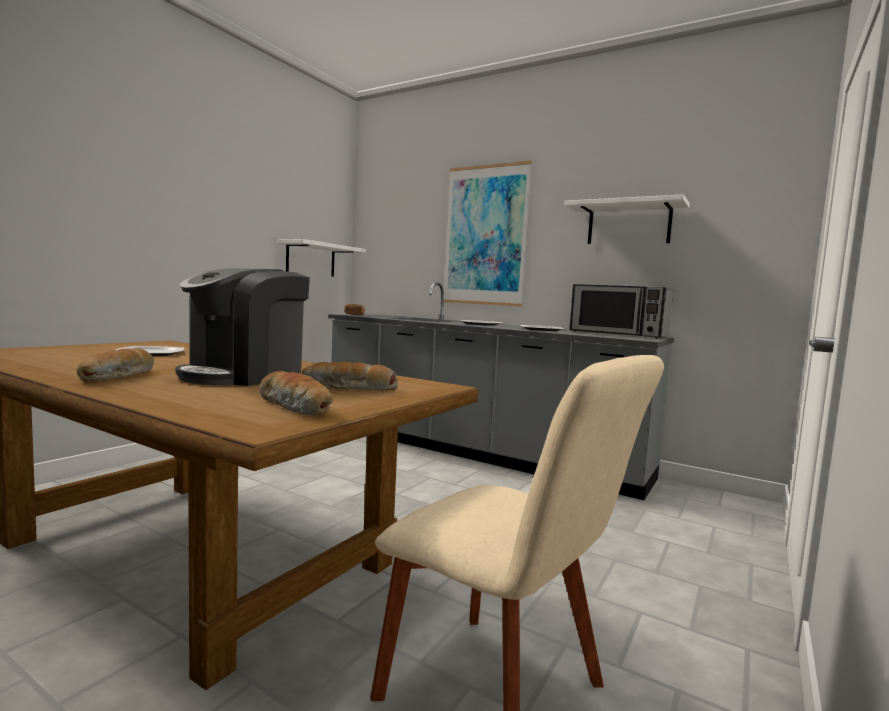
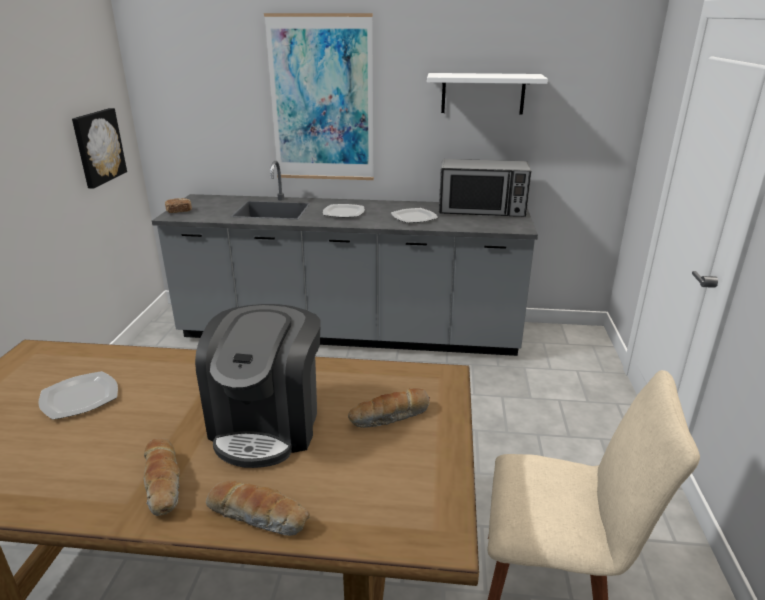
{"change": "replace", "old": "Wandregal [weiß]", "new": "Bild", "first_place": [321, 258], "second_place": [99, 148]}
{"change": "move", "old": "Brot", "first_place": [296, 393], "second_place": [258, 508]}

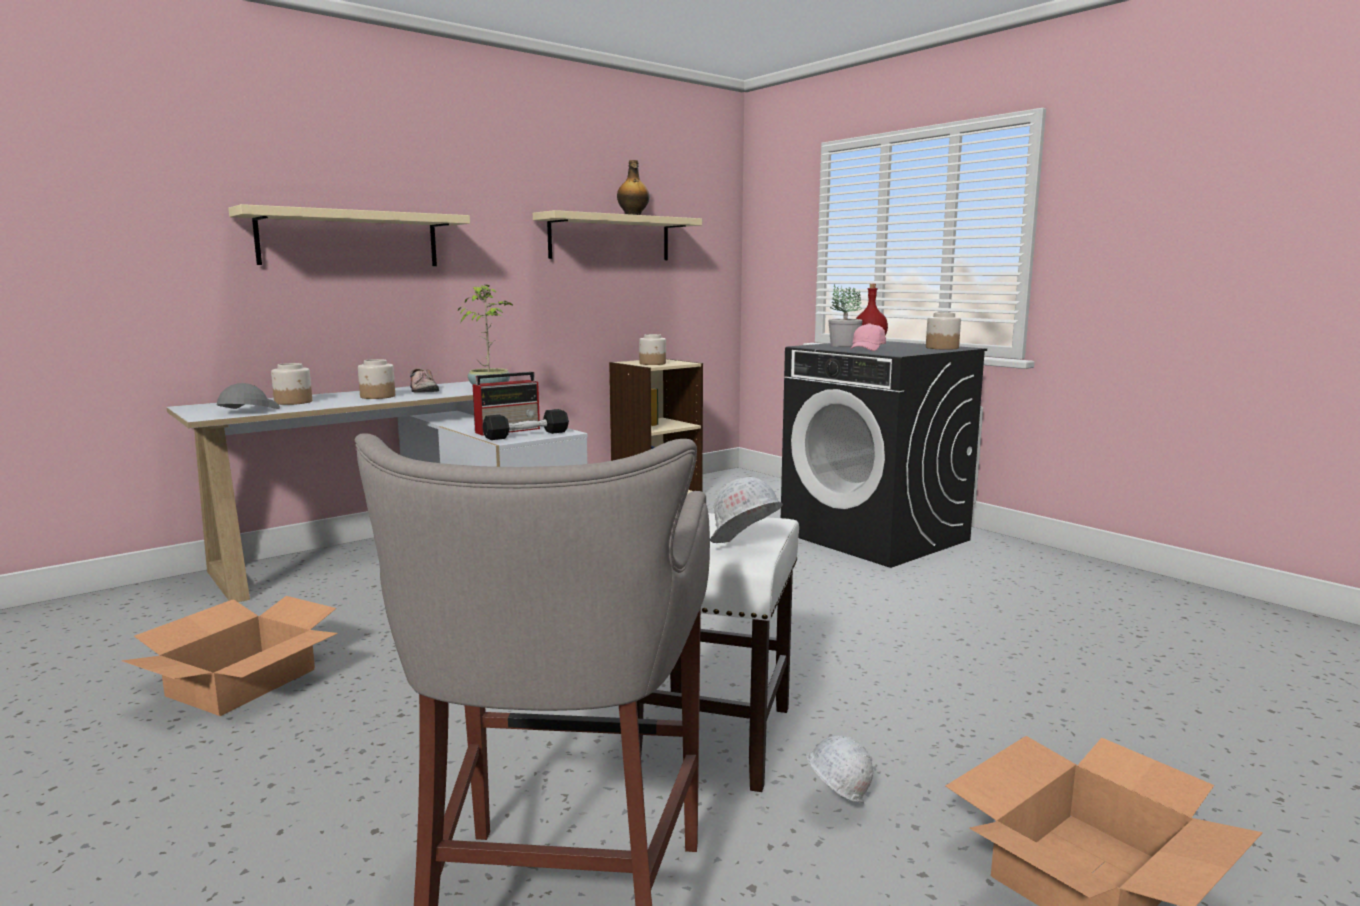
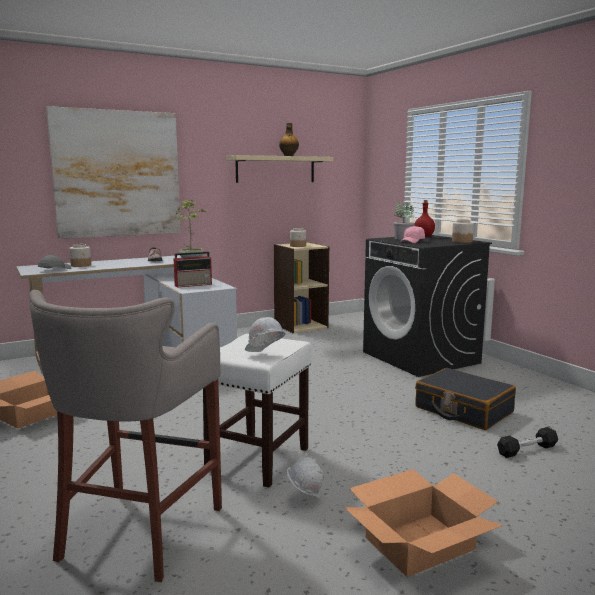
{"change": "replace", "old": "Wandregal [beige]", "new": "Bild", "first_place": [349, 235], "second_place": [113, 172]}
{"change": "delete", "old": "Vorratsglas", "first_place": [376, 379]}
{"change": "move", "old": "Hantel [schwarz]", "first_place": [525, 424], "second_place": [527, 442]}
{"change": "insert", "new": "Koffer [schwarz]", "second_place": [465, 399]}

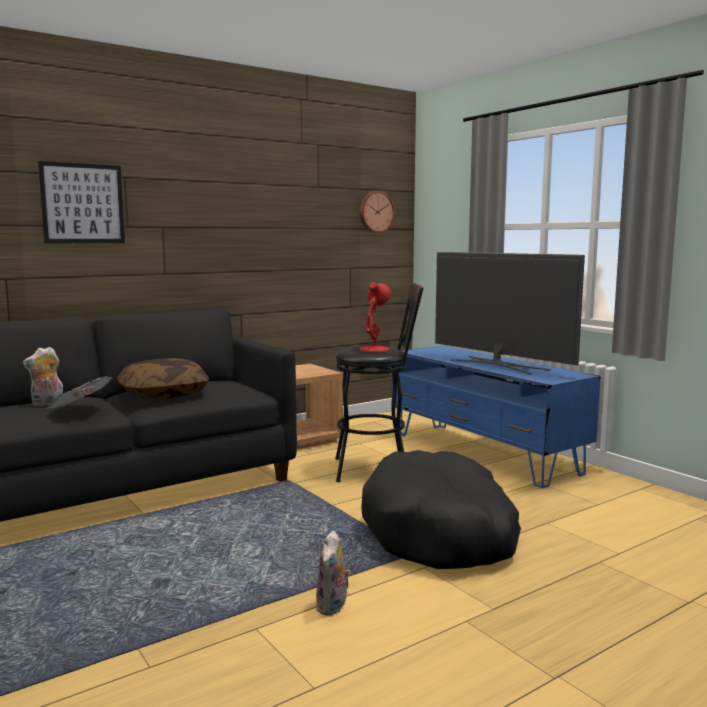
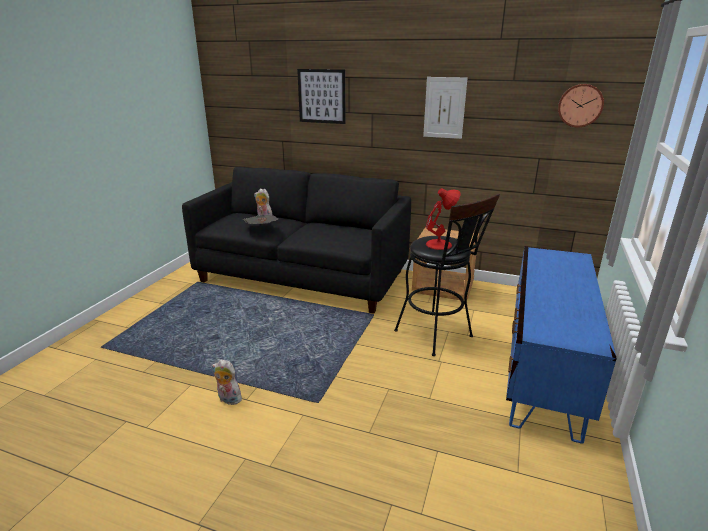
{"change": "delete", "old": "Fernseher", "first_place": [510, 313]}
{"change": "delete", "old": "Kissen", "first_place": [163, 378]}
{"change": "delete", "old": "Hundebett [schwarz]", "first_place": [441, 509]}
{"change": "rotate", "old": "Plüschtier", "first_place": [333, 573], "second_place": [227, 382], "degrees": 45}
{"change": "insert", "new": "Bild", "second_place": [445, 108]}

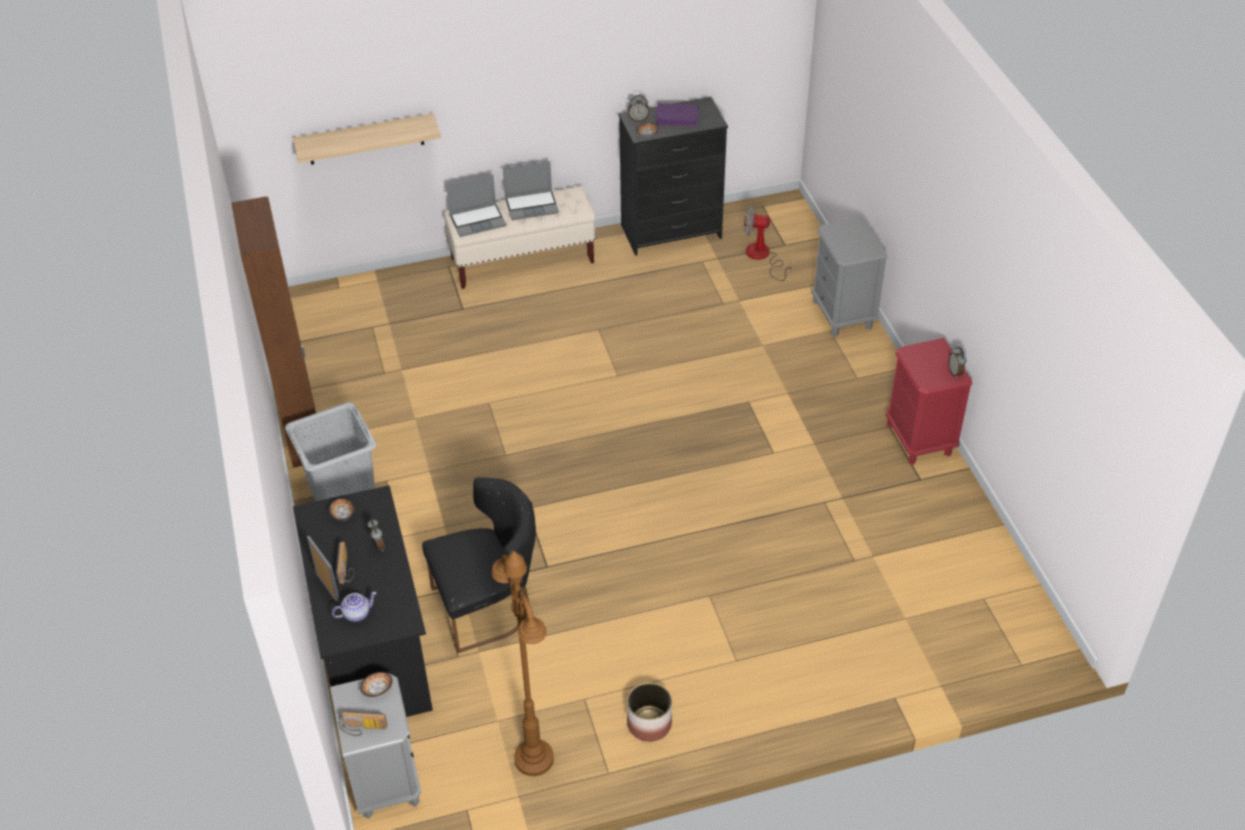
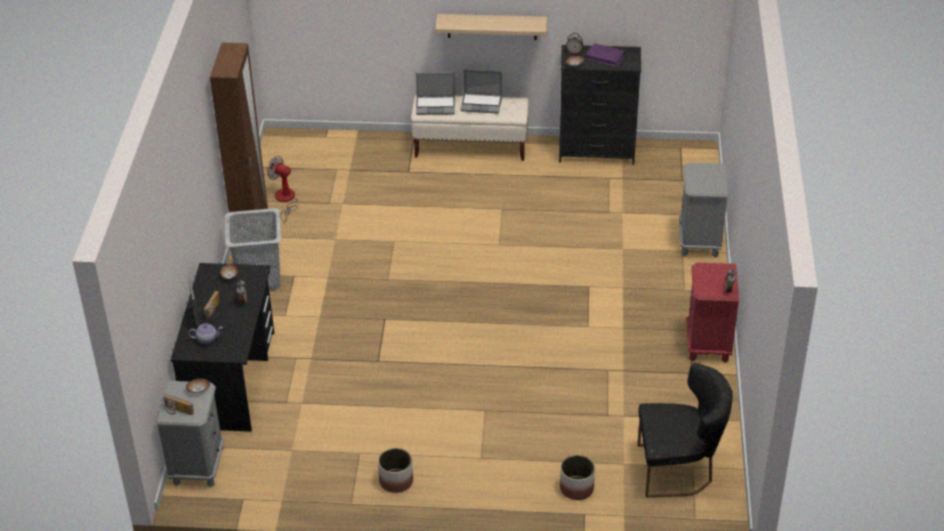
{"change": "move", "old": "Wandregal", "first_place": [367, 139], "second_place": [491, 27]}
{"change": "move", "old": "Ventilator", "first_place": [768, 243], "second_place": [282, 189]}
{"change": "move", "old": "Stuhl [schwarz]", "first_place": [479, 565], "second_place": [685, 430]}
{"change": "delete", "old": "Stehlampe [braun]", "first_place": [523, 663]}
{"change": "insert", "new": "Pflanzkübel", "second_place": [577, 477]}

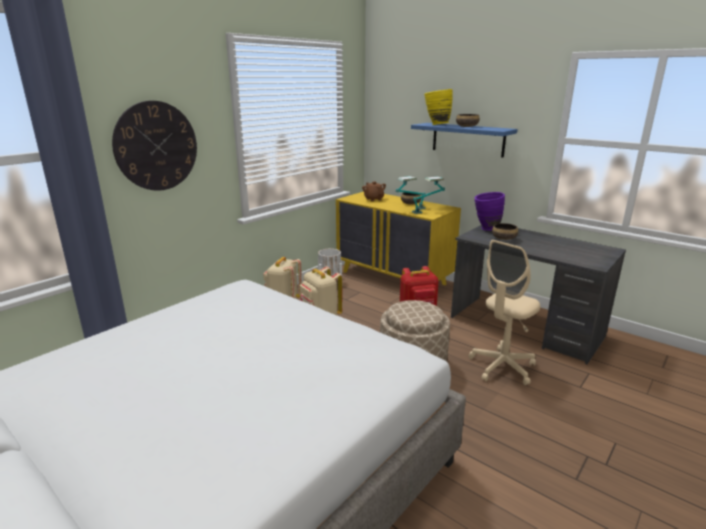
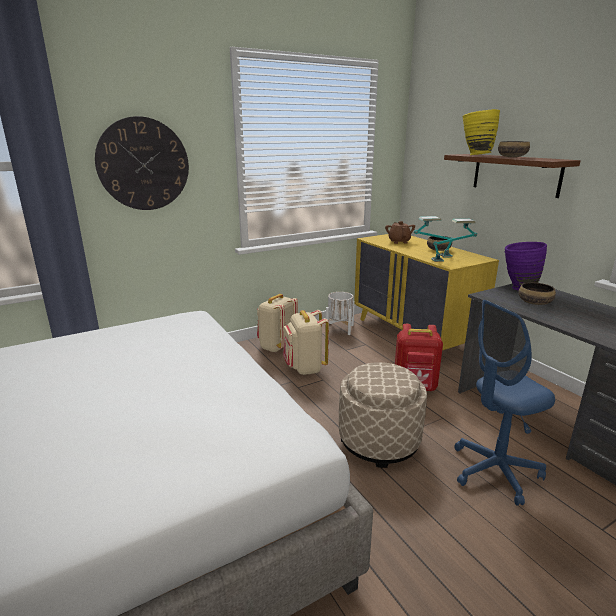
{"change": "recolor", "old": "Wandregal [blau]", "new": "Wandregal [braun]", "first_place": [464, 140], "second_place": [512, 176]}
{"change": "recolor", "old": "Bürostuhl [beige]", "new": "Bürostuhl [blau]", "first_place": [504, 312], "second_place": [504, 403]}

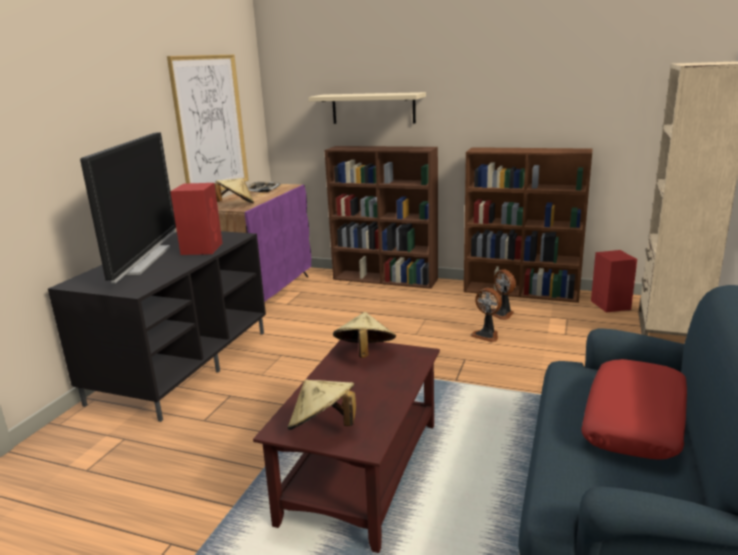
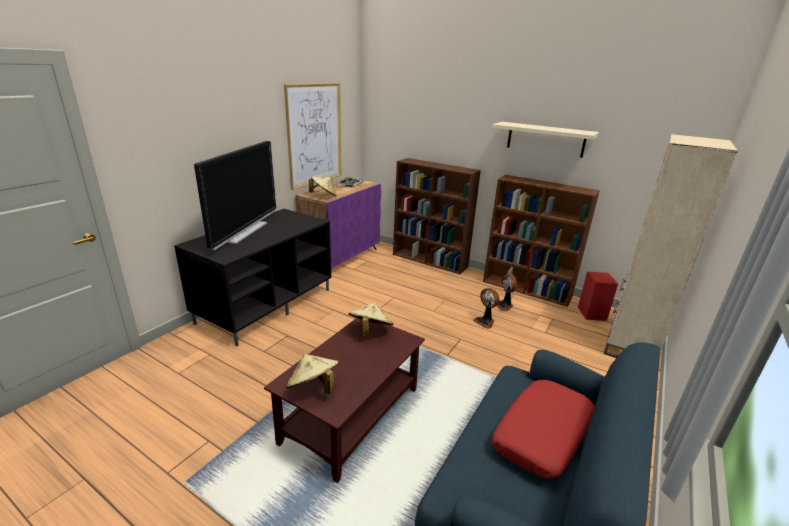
{"change": "move", "old": "Wandregal [beige]", "first_place": [367, 108], "second_place": [545, 140]}
{"change": "delete", "old": "Lautsprecher [rot]", "first_place": [196, 219]}

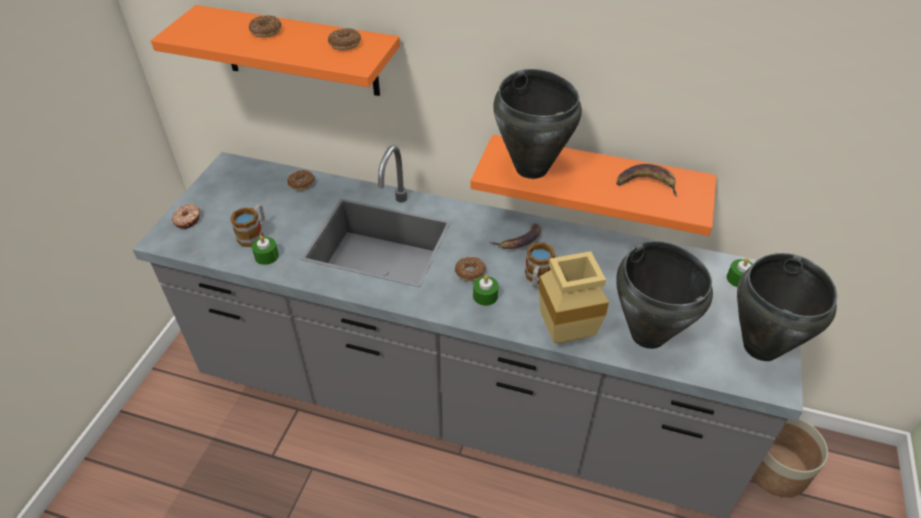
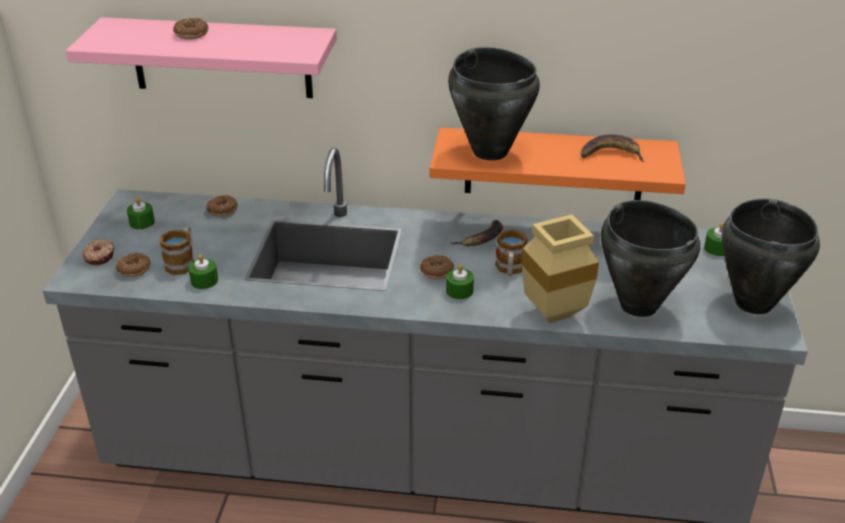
{"change": "recolor", "old": "Wandregal [orange]", "new": "Wandregal [rosa]", "first_place": [275, 50], "second_place": [201, 57]}
{"change": "move", "old": "Donut", "first_place": [344, 39], "second_place": [133, 265]}
{"change": "delete", "old": "Pflanzkübel", "first_place": [790, 457]}
{"change": "insert", "new": "Kerze [grün]", "second_place": [141, 213]}

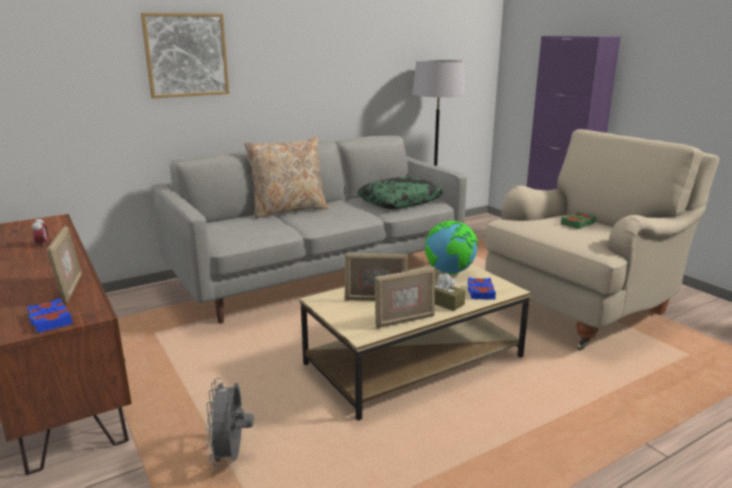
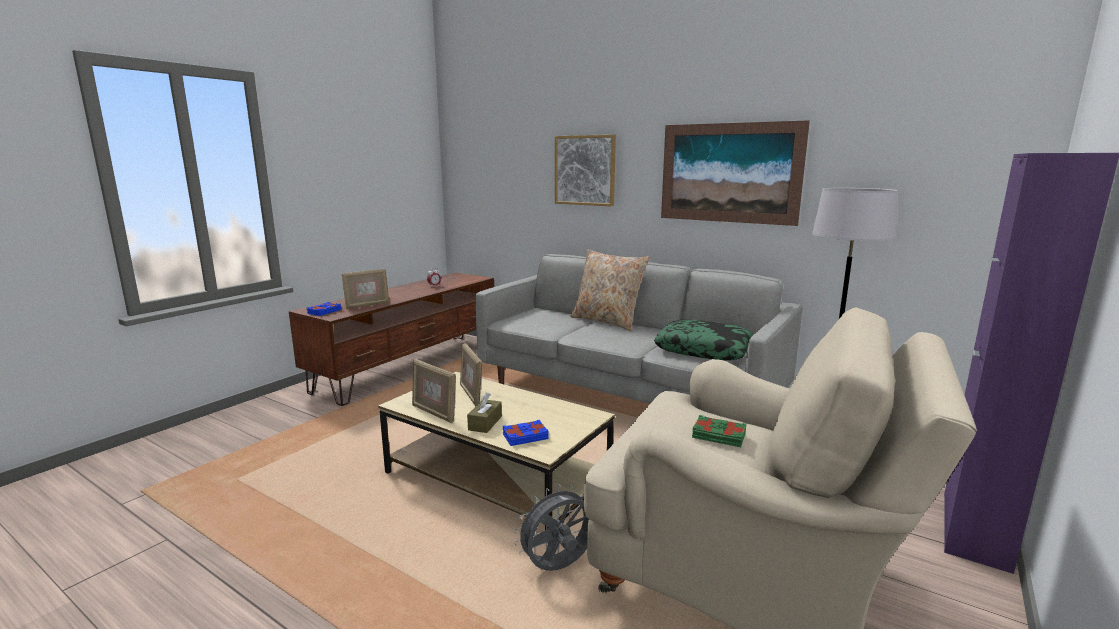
{"change": "delete", "old": "Globus", "first_place": [451, 247]}
{"change": "move", "old": "Ventilator [grau]", "first_place": [229, 422], "second_place": [551, 528]}
{"change": "insert", "new": "Bild", "second_place": [735, 173]}

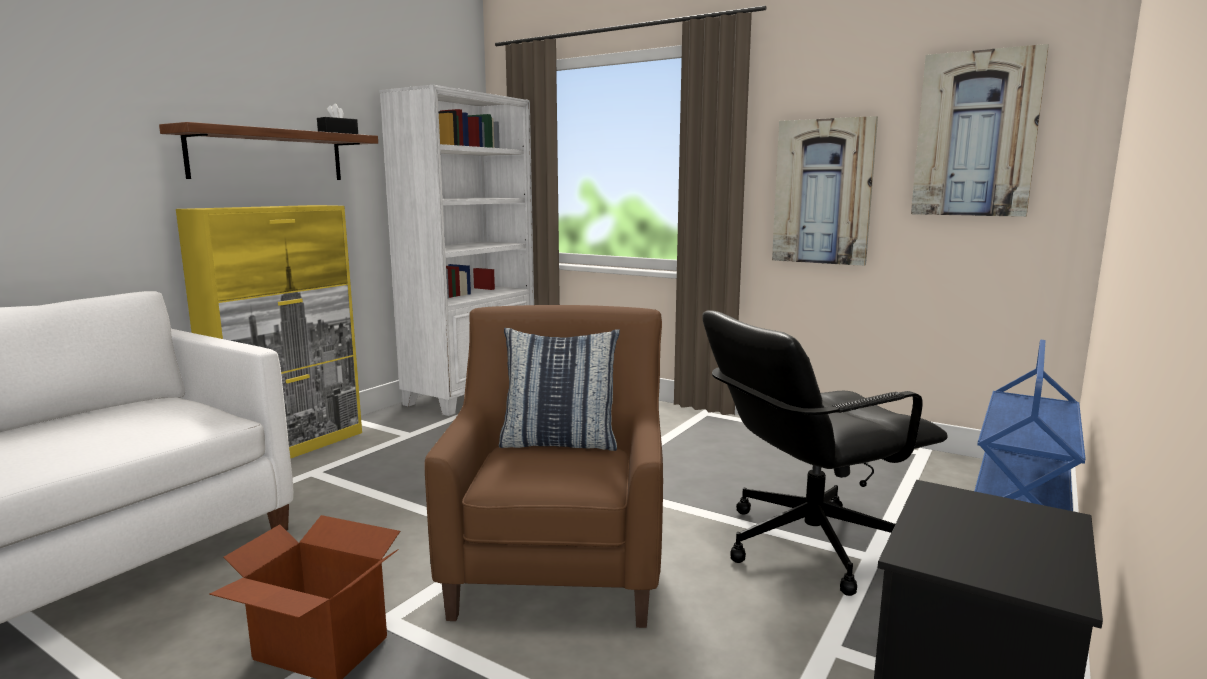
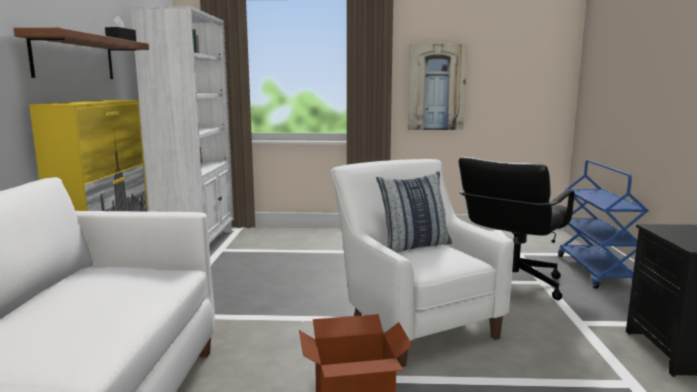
{"change": "delete", "old": "Bild", "first_place": [980, 130]}
{"change": "recolor", "old": "Sessel [braun]", "new": "Sessel [weiß]", "first_place": [543, 466], "second_place": [422, 263]}

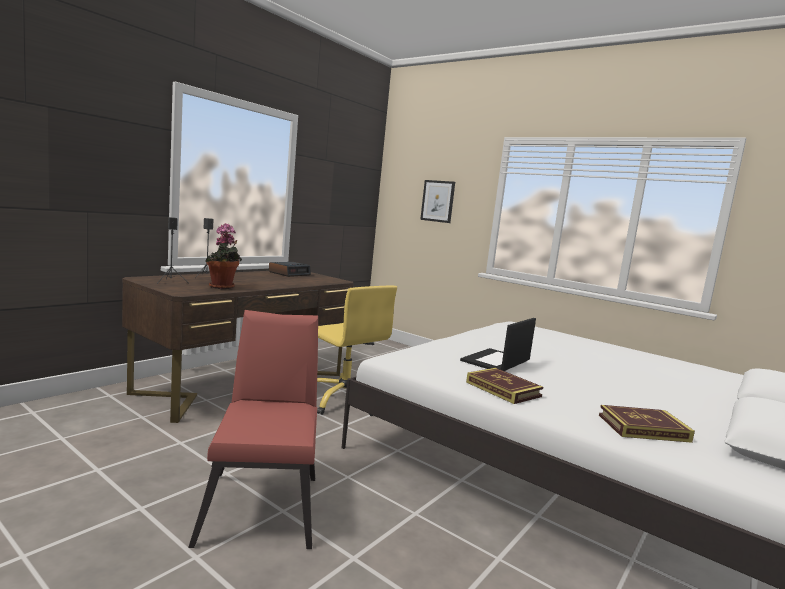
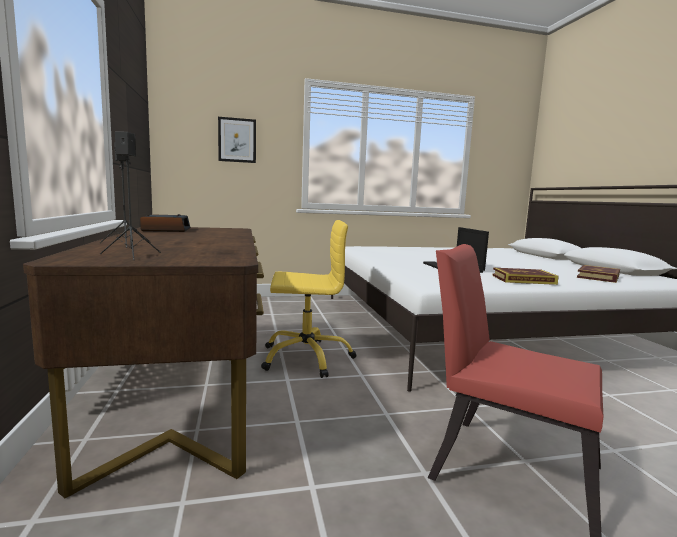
{"change": "delete", "old": "Topfpflanze", "first_place": [223, 256]}

